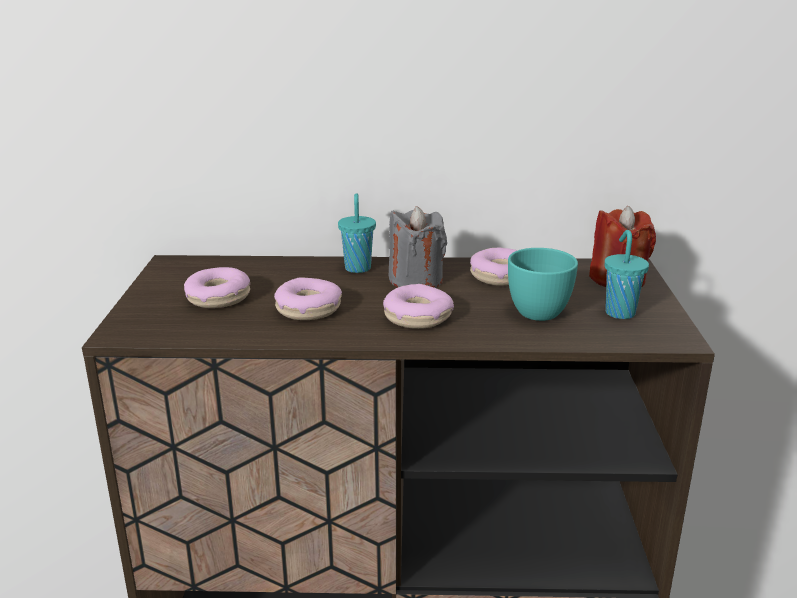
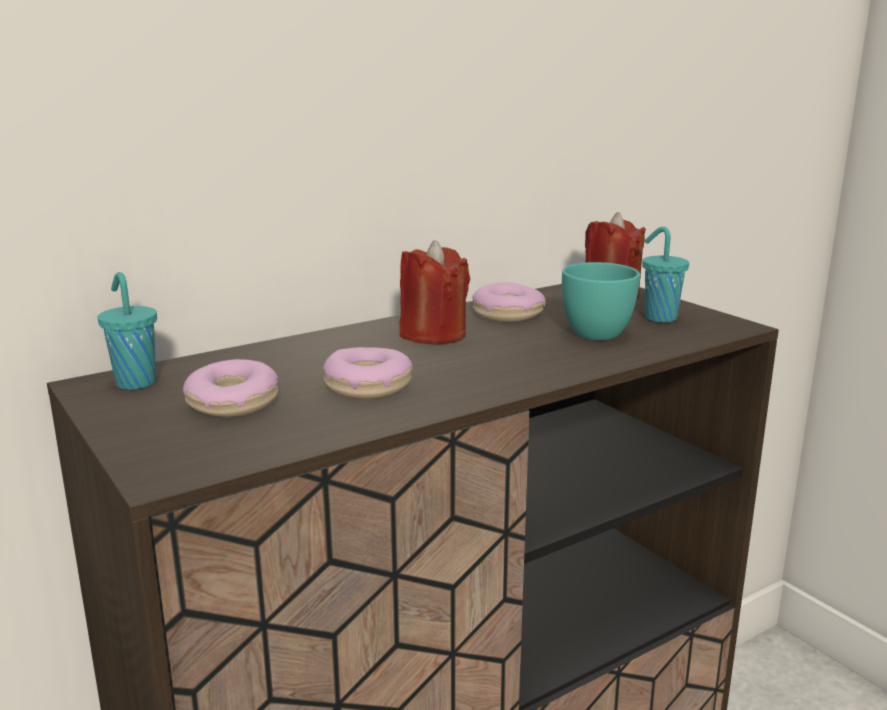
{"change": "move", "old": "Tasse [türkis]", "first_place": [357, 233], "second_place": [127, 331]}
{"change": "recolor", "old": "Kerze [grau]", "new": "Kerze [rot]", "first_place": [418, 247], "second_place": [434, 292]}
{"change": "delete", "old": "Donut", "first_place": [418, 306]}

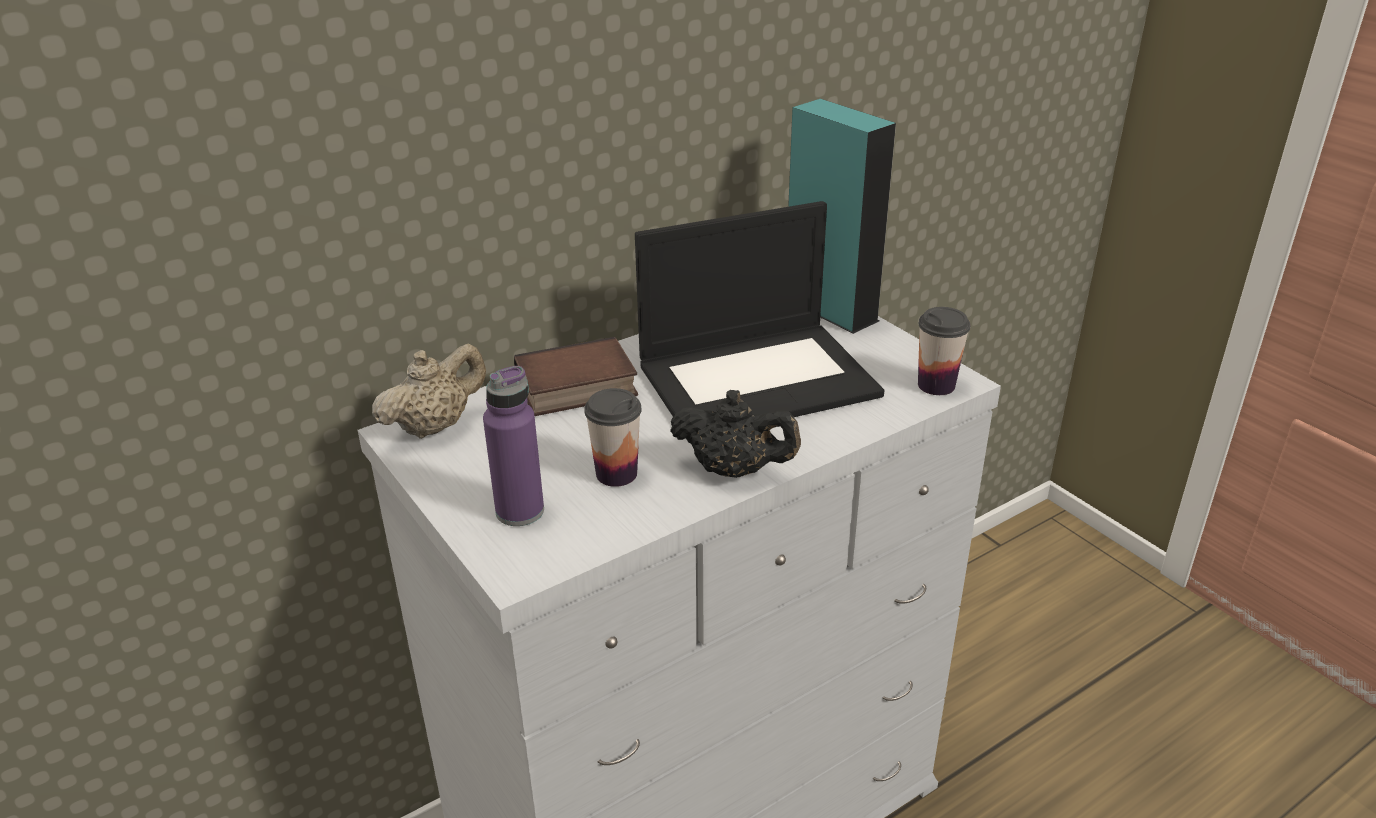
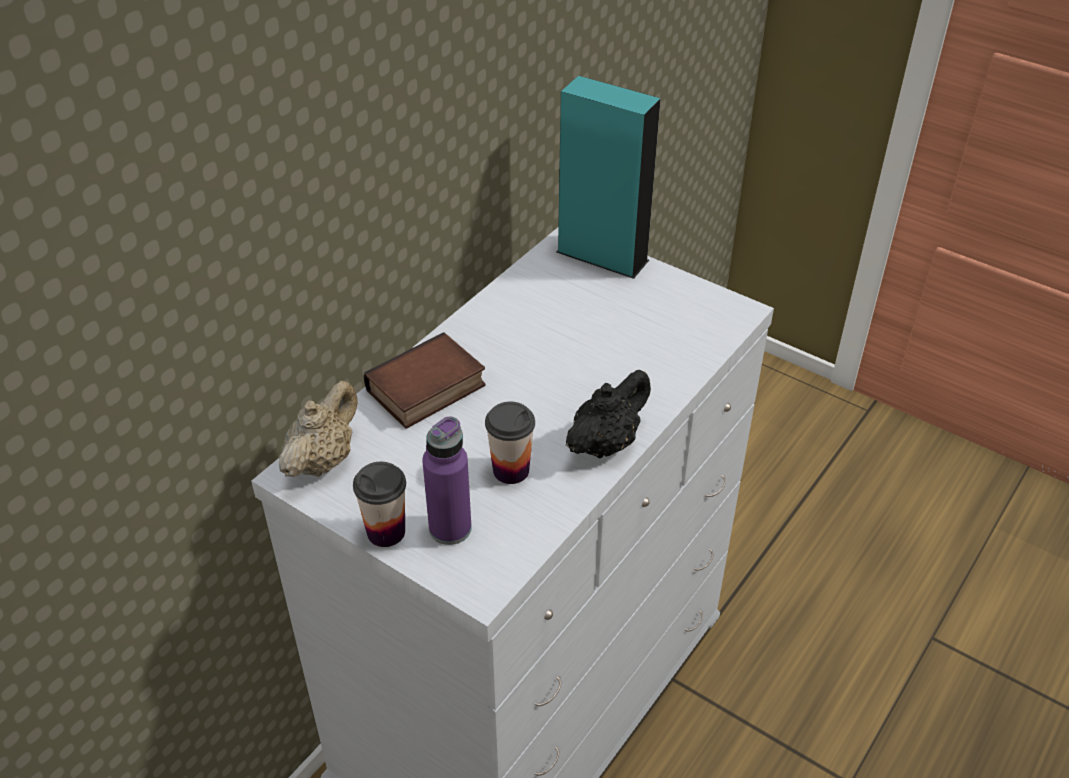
{"change": "delete", "old": "Laptop", "first_place": [760, 309]}
{"change": "move", "old": "Tasse", "first_place": [944, 351], "second_place": [379, 504]}
{"change": "rotate", "old": "Teekanne [schwarz]", "first_place": [735, 434], "second_place": [608, 414], "degrees": -45}

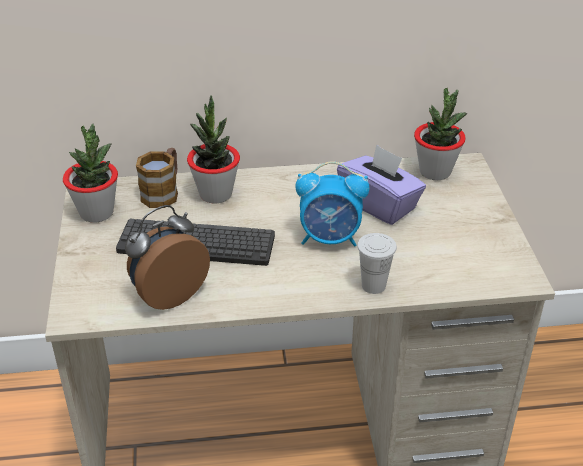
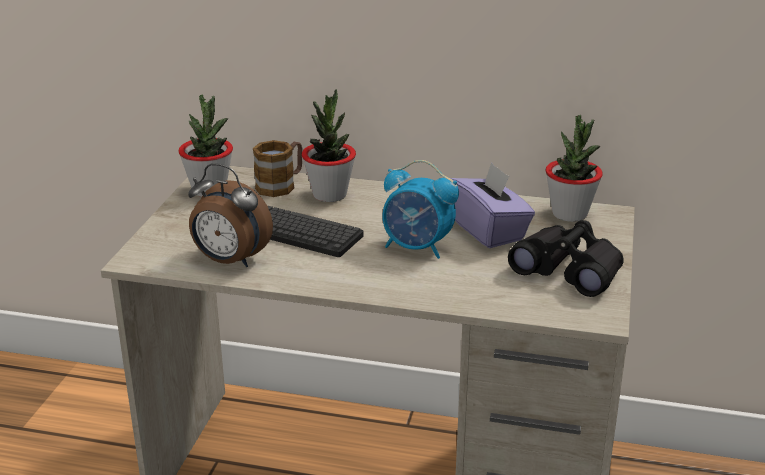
{"change": "rotate", "old": "Wecker", "first_place": [167, 257], "second_place": [230, 215], "degrees": -135}
{"change": "delete", "old": "Tasse [weiß]", "first_place": [377, 263]}
{"change": "insert", "new": "Fernglas [schwarz]", "second_place": [565, 258]}

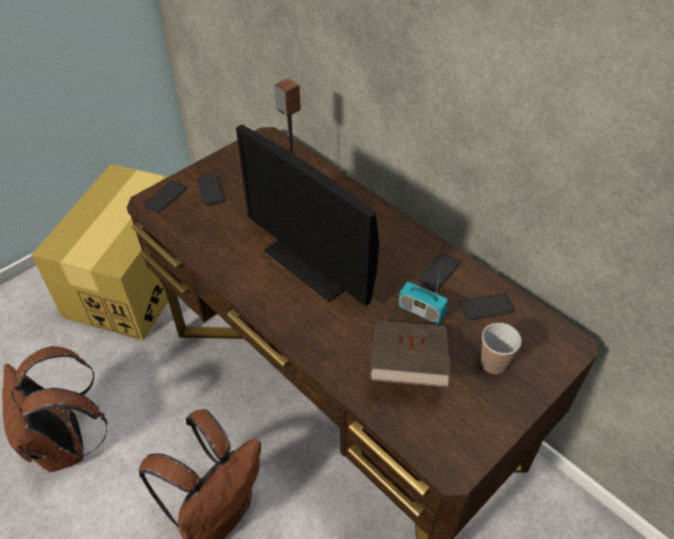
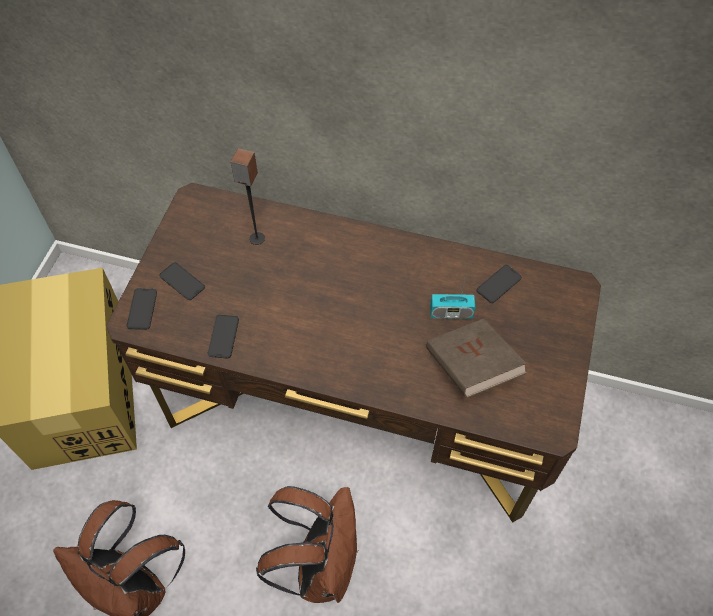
{"change": "delete", "old": "Monitor", "first_place": [307, 215]}
{"change": "move", "old": "Handy", "first_place": [438, 272], "second_place": [223, 337]}
{"change": "delete", "old": "Tasse", "first_place": [501, 348]}

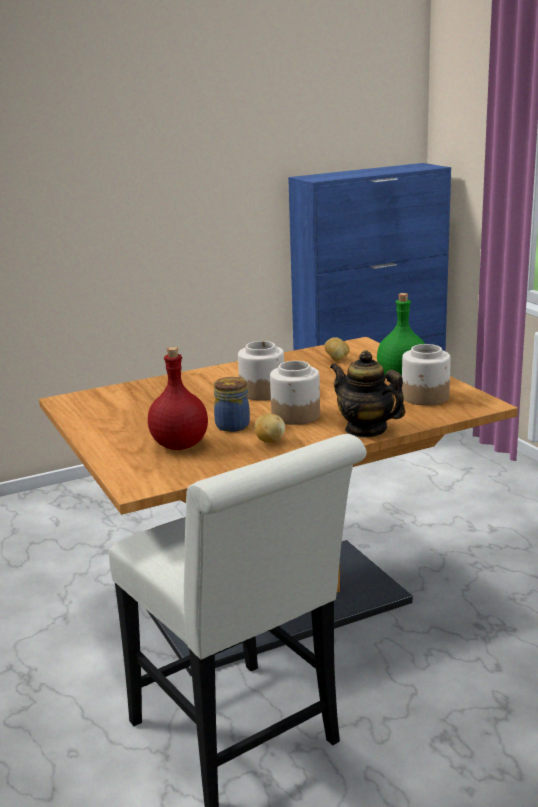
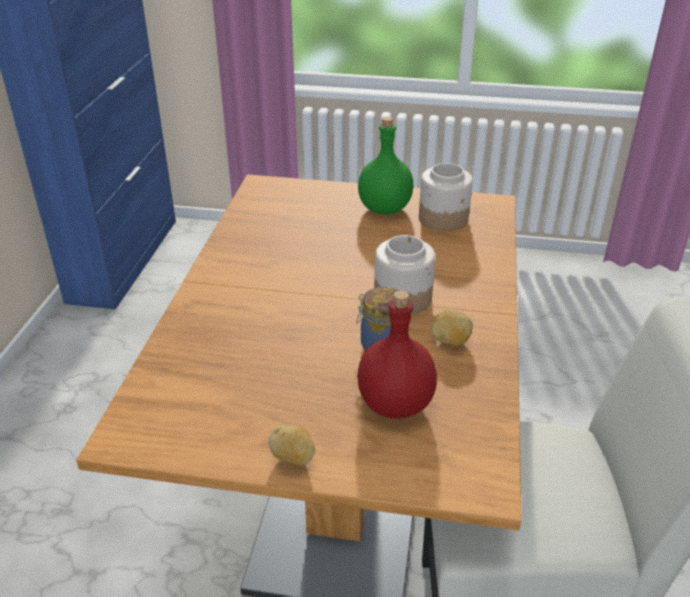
{"change": "move", "old": "Kartoffel", "first_place": [337, 349], "second_place": [291, 445]}
{"change": "delete", "old": "Vorratsglas", "first_place": [261, 371]}
{"change": "delete", "old": "Teekanne", "first_place": [367, 394]}

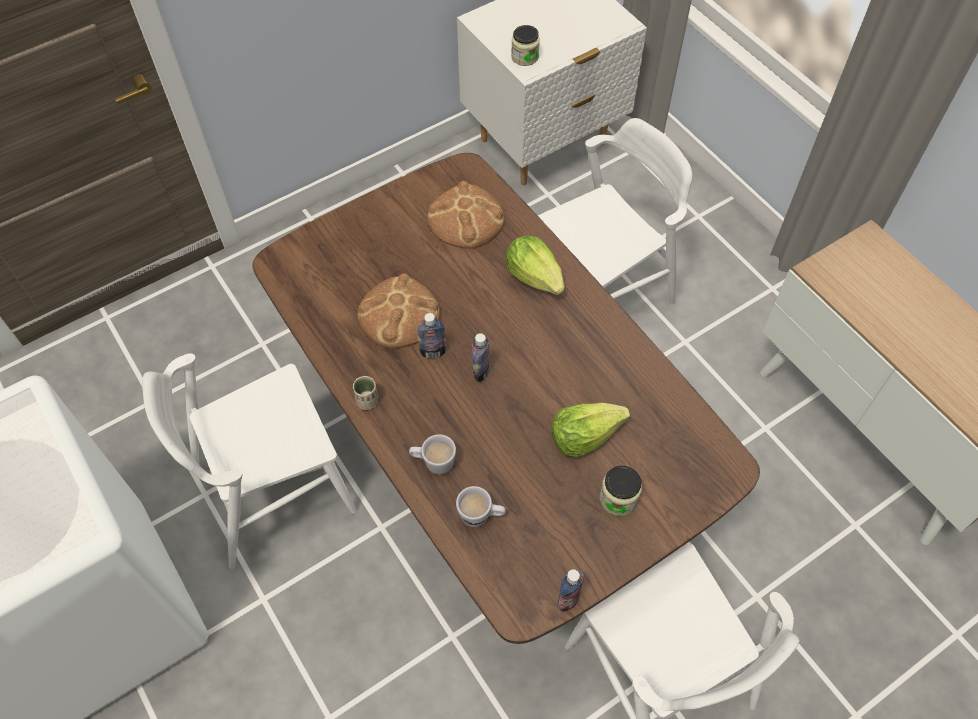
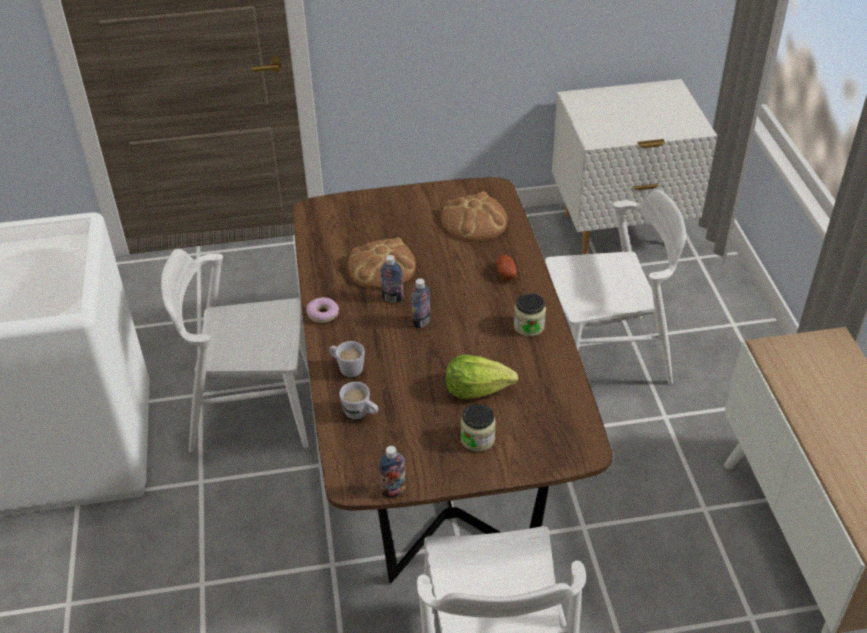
{"change": "move", "old": "Vorratsglas", "first_place": [525, 45], "second_place": [530, 315]}
{"change": "replace", "old": "Salatkopf", "new": "Kartoffel", "first_place": [535, 265], "second_place": [506, 267]}
{"change": "replace", "old": "Tasse [beige]", "new": "Donut", "first_place": [365, 393], "second_place": [322, 310]}

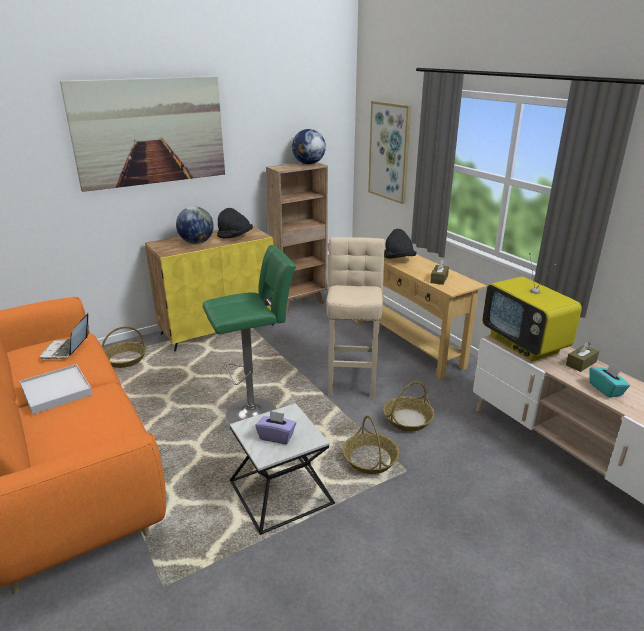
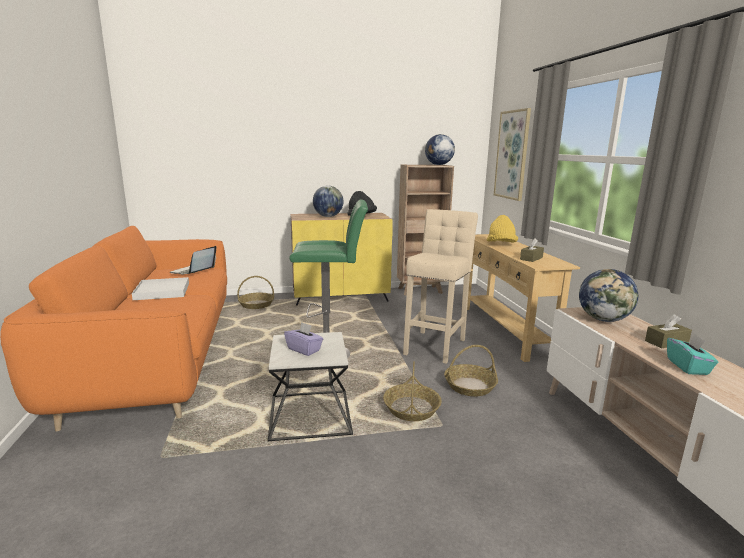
{"change": "delete", "old": "Bild", "first_place": [142, 134]}
{"change": "recolor", "old": "Hut [schwarz]", "new": "Hut [gelb]", "first_place": [400, 244], "second_place": [502, 229]}
{"change": "replace", "old": "Fernseher", "new": "Globus", "first_place": [532, 307], "second_place": [608, 295]}

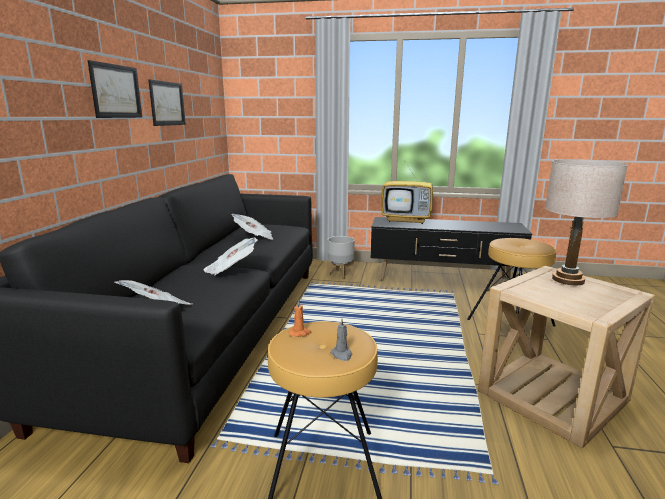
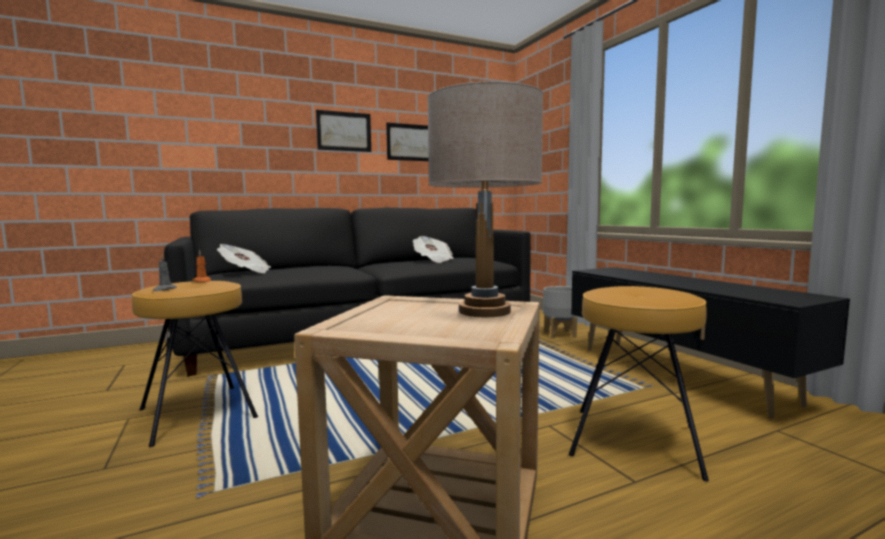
{"change": "delete", "old": "Fernseher", "first_place": [407, 192]}
{"change": "delete", "old": "Zeitung", "first_place": [230, 257]}

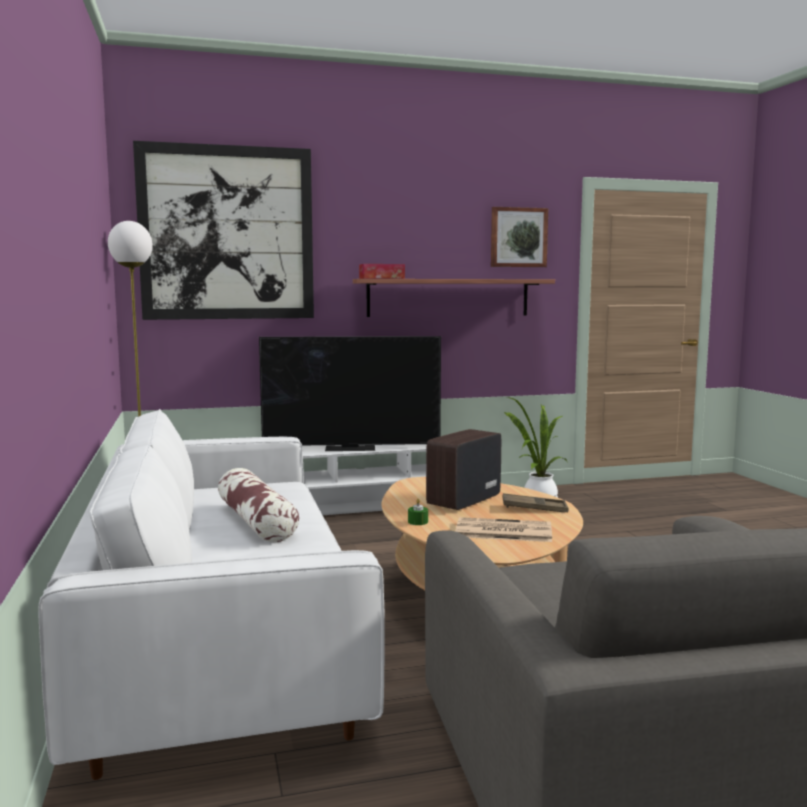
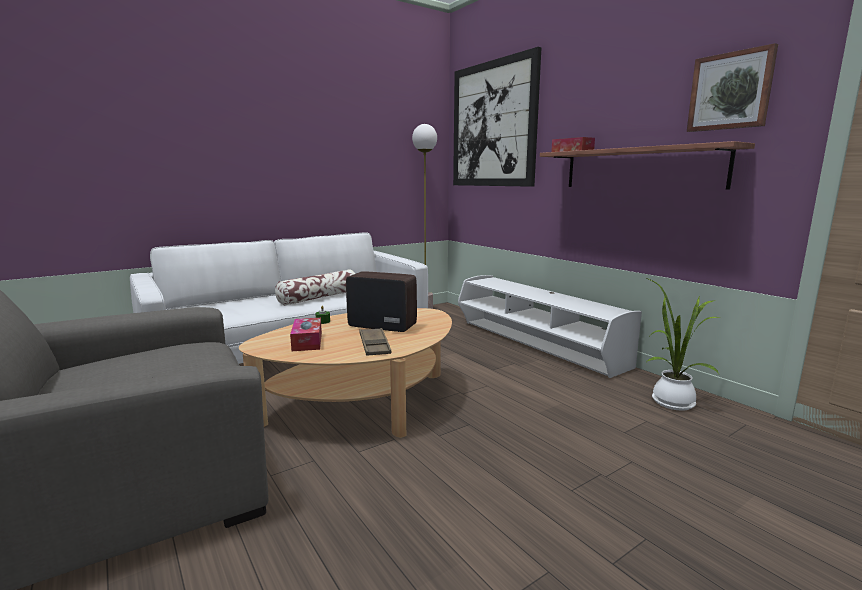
{"change": "delete", "old": "Fernseher", "first_place": [350, 393]}
{"change": "replace", "old": "Zeitung", "new": "Taschentuchbox", "first_place": [504, 529], "second_place": [306, 334]}

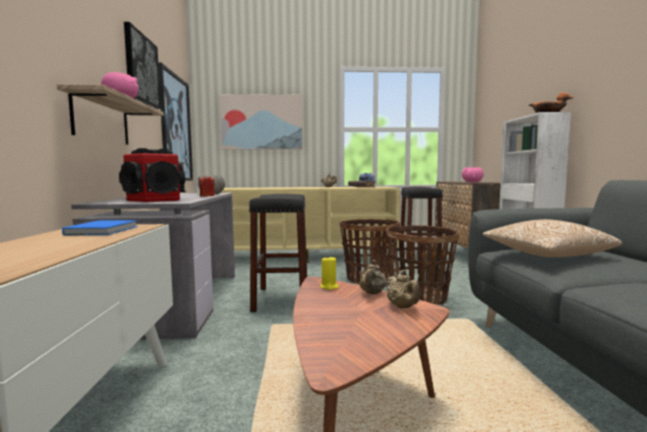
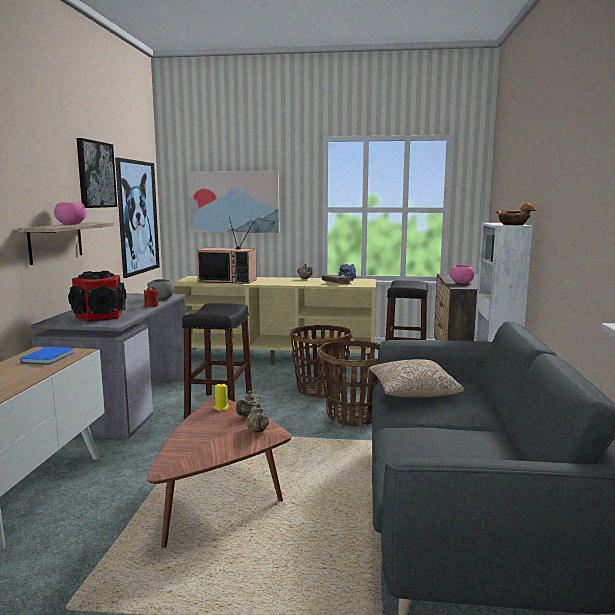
{"change": "insert", "new": "Fernseher", "second_place": [226, 250]}

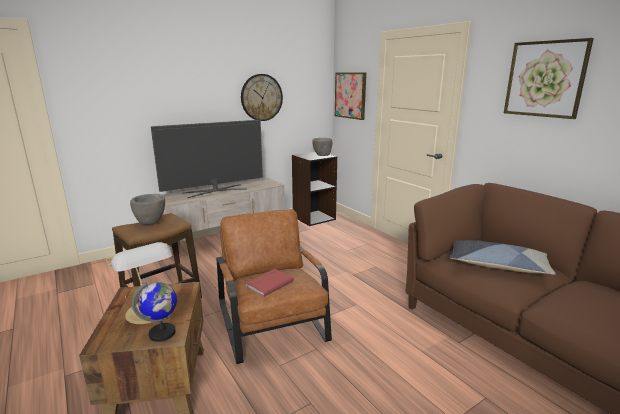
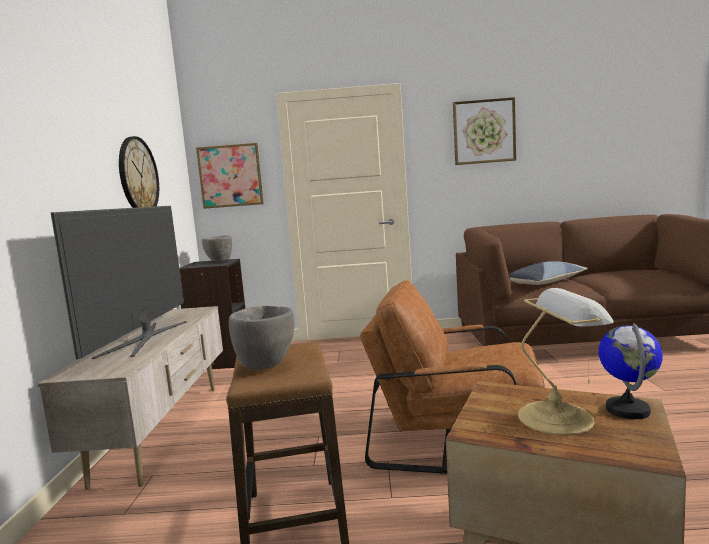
{"change": "delete", "old": "Buch [rot]", "first_place": [270, 283]}

